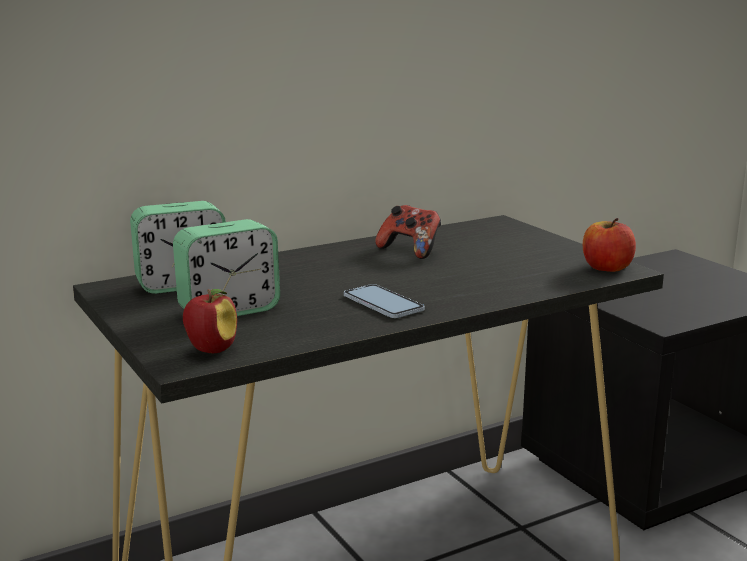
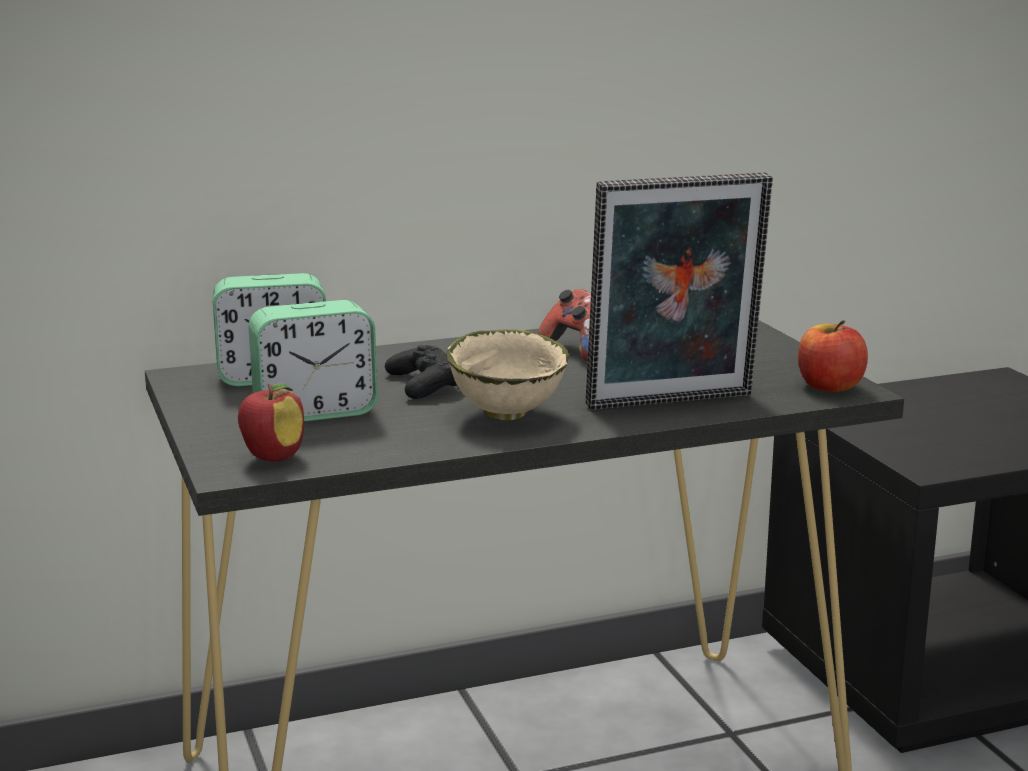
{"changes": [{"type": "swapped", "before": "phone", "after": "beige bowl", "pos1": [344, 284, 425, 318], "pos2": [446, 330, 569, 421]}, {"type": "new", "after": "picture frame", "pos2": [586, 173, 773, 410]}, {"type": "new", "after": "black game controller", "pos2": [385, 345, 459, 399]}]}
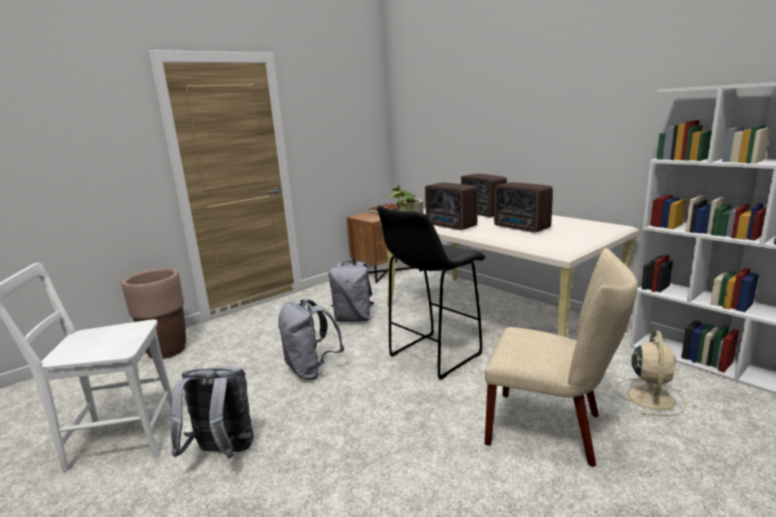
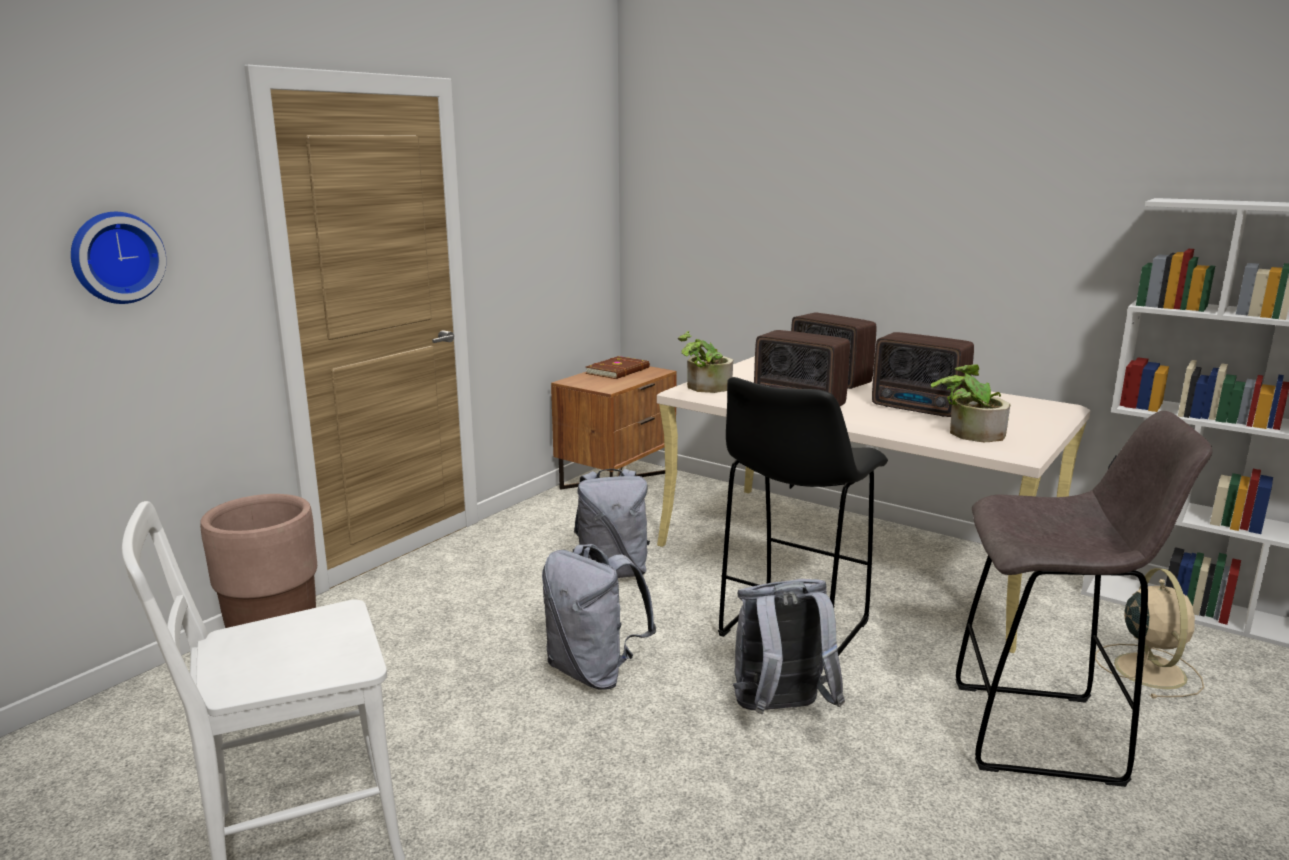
{"changes": [{"type": "swapped", "before": "beige chair", "after": "grey stool", "pos1": [485, 248, 638, 467], "pos2": [955, 411, 1213, 787]}, {"type": "shifted", "before": "grey backpack", "pos1": [171, 367, 254, 459], "pos2": [733, 579, 845, 715]}, {"type": "new", "after": "wall clock", "pos2": [71, 212, 166, 304]}, {"type": "new", "after": "potted plant", "pos2": [931, 364, 1011, 442]}]}
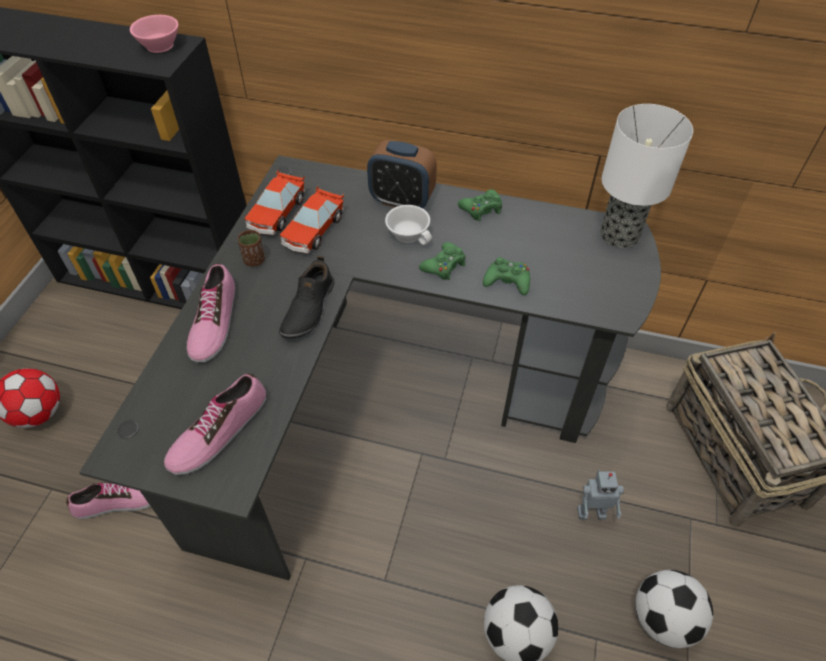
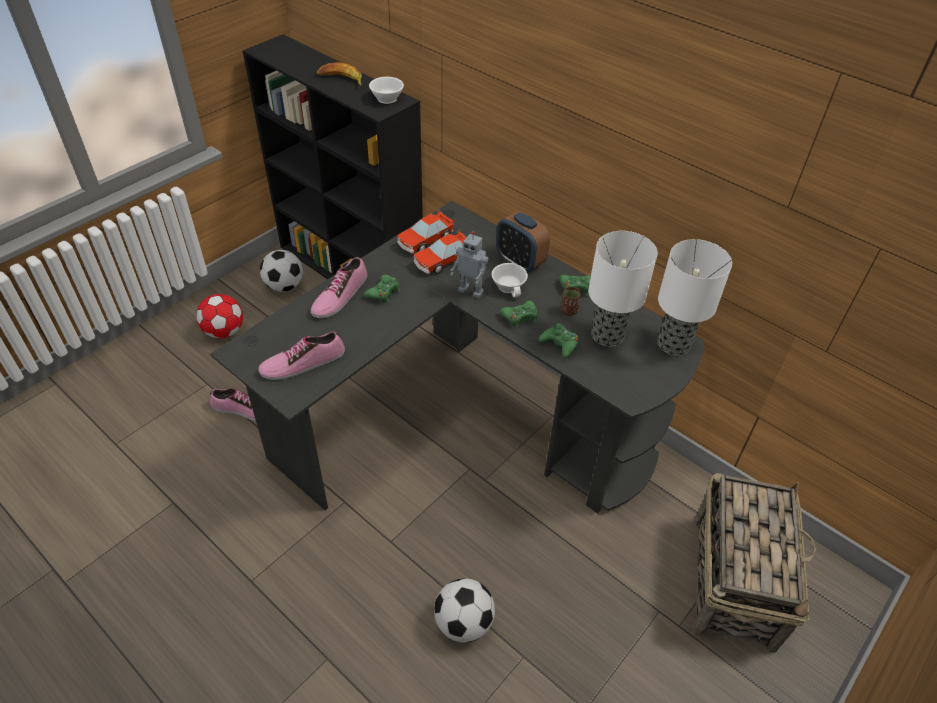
{"changes": [{"type": "repainted", "before": "pink cup", "after": "white cup", "pos1": [130, 15, 179, 53], "pos2": [369, 77, 404, 104]}, {"type": "shifted", "before": "brown cup", "pos1": [238, 230, 265, 267], "pos2": [561, 287, 581, 316]}, {"type": "gone", "before": "black shoe", "pos1": [279, 256, 334, 339]}, {"type": "shifted", "before": "toy robot", "pos1": [577, 469, 624, 520], "pos2": [450, 231, 489, 298]}, {"type": "shifted", "before": "football", "pos1": [635, 570, 713, 648], "pos2": [260, 250, 303, 292]}, {"type": "new", "after": "banana", "pos2": [317, 63, 362, 86]}, {"type": "new", "after": "table lamp", "pos2": [588, 231, 657, 347]}, {"type": "new", "after": "green game controller", "pos2": [364, 275, 400, 303]}]}
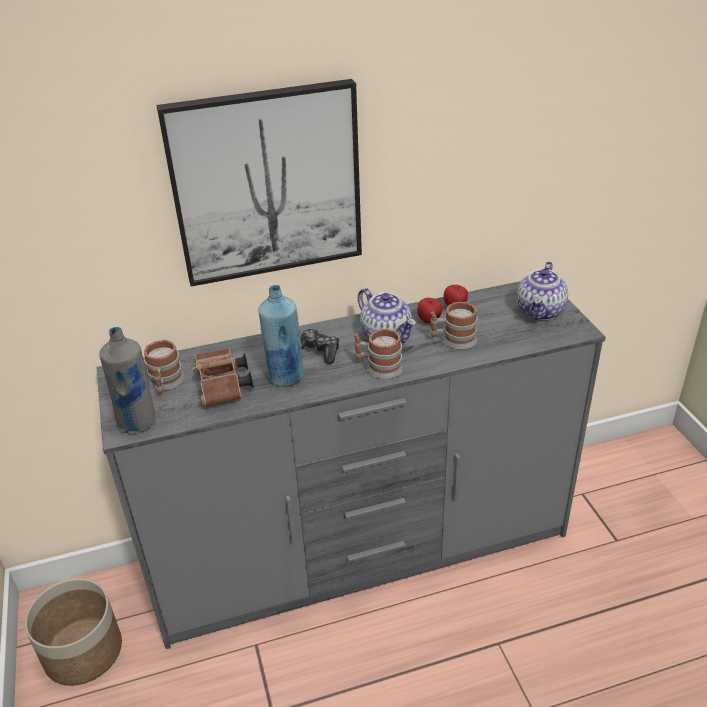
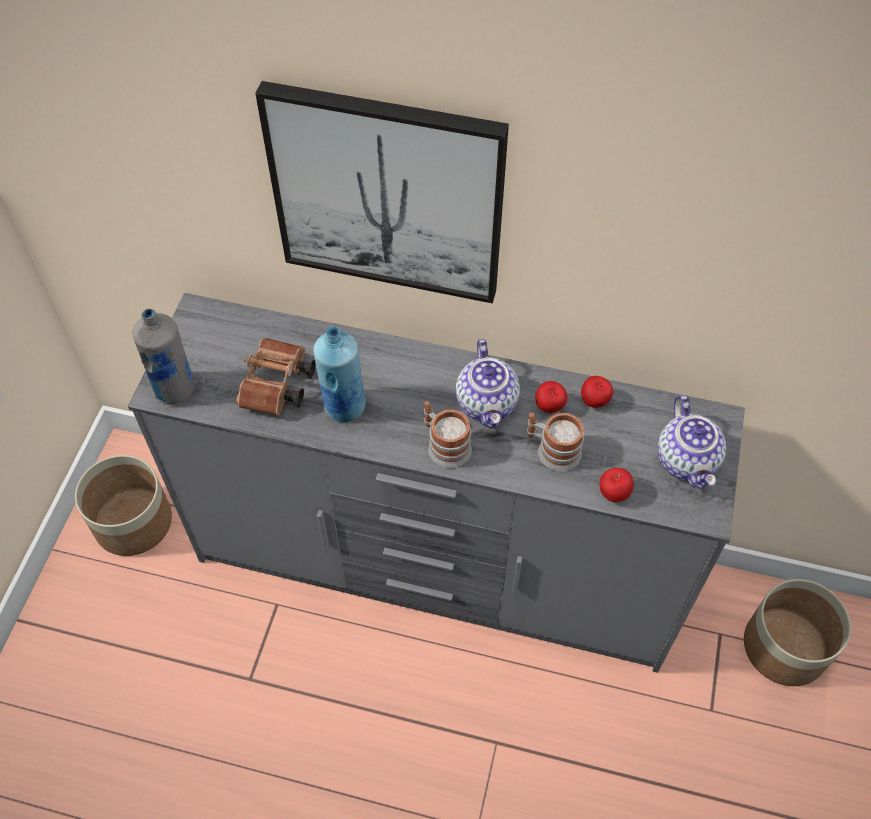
{"changes": [{"type": "rotated", "before": "teapot", "pos1": [517, 262, 568, 320], "pos2": [657, 395, 726, 489], "turn": -60}, {"type": "gone", "before": "game controller", "pos1": [300, 329, 339, 364]}, {"type": "gone", "before": "mug", "pos1": [144, 340, 185, 394]}, {"type": "new", "after": "apple", "pos2": [600, 468, 634, 502]}, {"type": "new", "after": "planter", "pos2": [744, 579, 851, 686]}]}
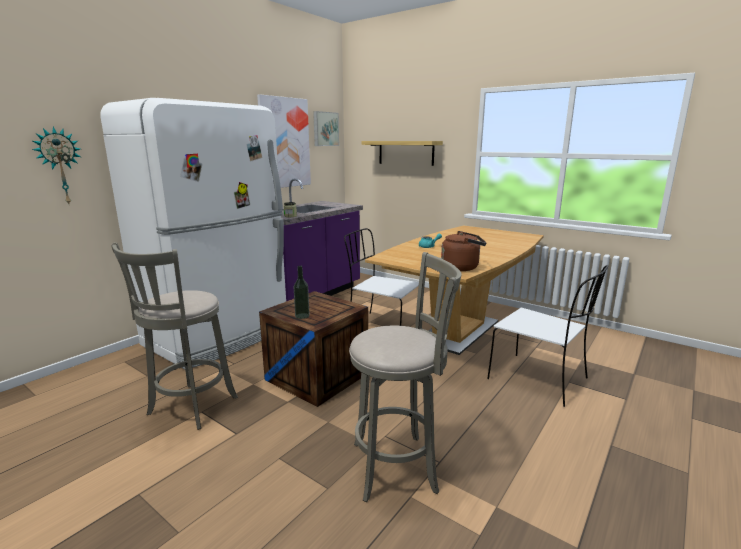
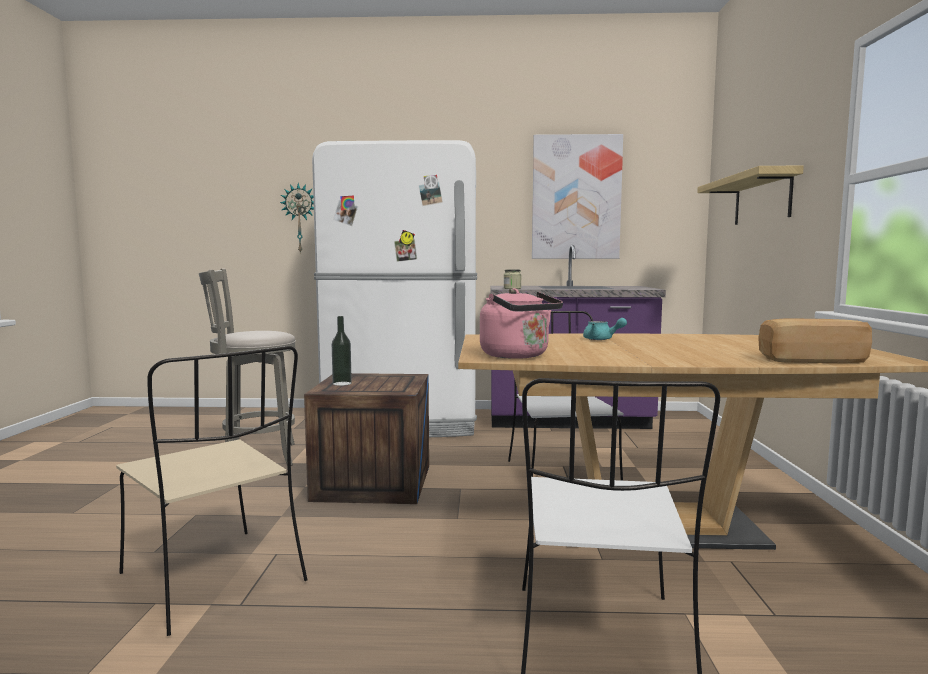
{"changes": [{"type": "gone", "before": "picture", "pos1": [313, 111, 339, 146]}, {"type": "repainted", "before": "brown kettle", "after": "pink kettle", "pos1": [441, 231, 486, 271], "pos2": [480, 288, 563, 359]}, {"type": "swapped", "before": "grey stool", "after": "beige chair", "pos1": [349, 252, 462, 502], "pos2": [116, 346, 308, 636]}, {"type": "new", "after": "bread", "pos2": [758, 319, 872, 363]}]}
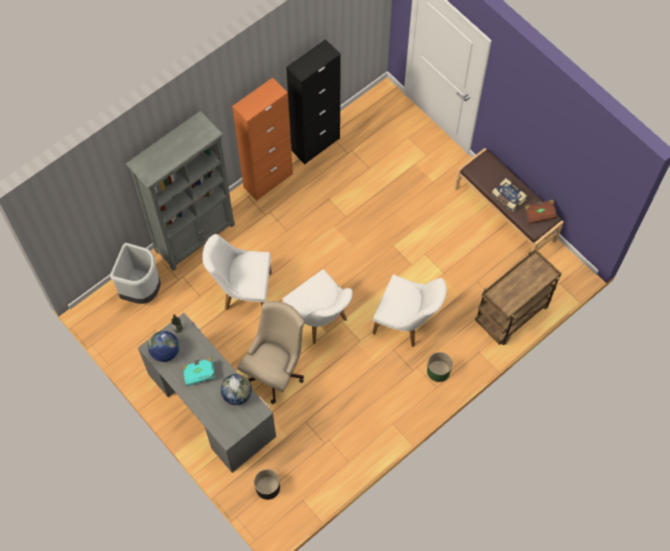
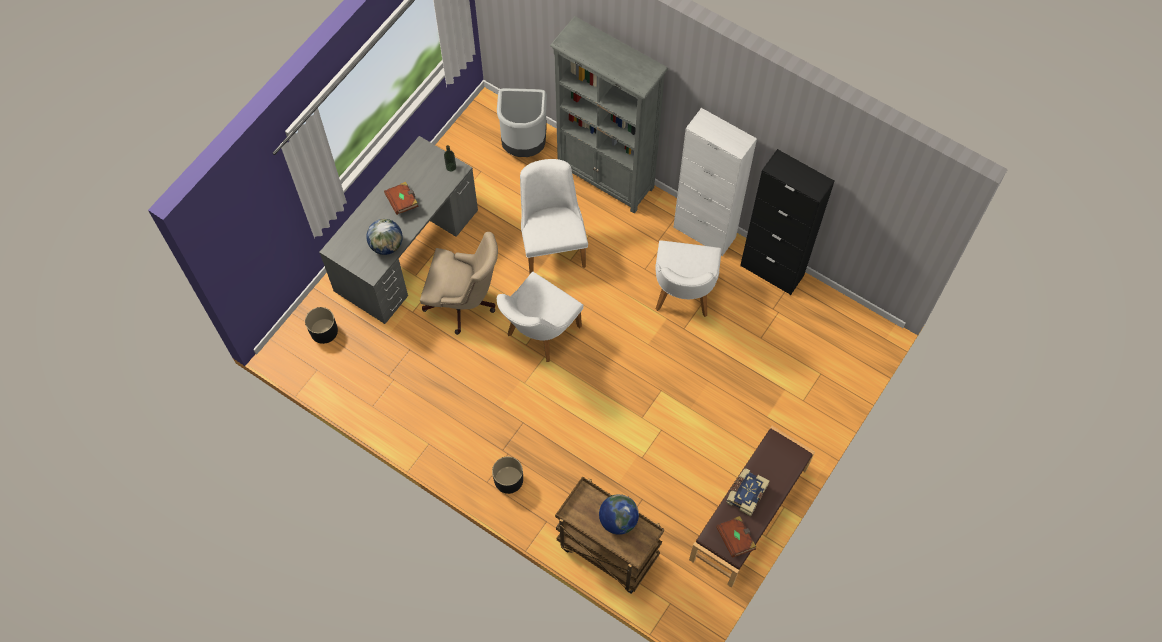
{"changes": [{"type": "repainted", "before": "orange cabinet", "after": "white cabinet", "pos1": [232, 78, 293, 201], "pos2": [673, 108, 757, 256]}, {"type": "shifted", "before": "white chair", "pos1": [373, 274, 447, 347], "pos2": [655, 240, 722, 317]}, {"type": "shifted", "before": "globe", "pos1": [148, 331, 179, 362], "pos2": [599, 494, 639, 535]}, {"type": "repainted", "before": "green planter", "after": "black planter", "pos1": [427, 352, 453, 382], "pos2": [492, 457, 523, 494]}, {"type": "repainted", "before": "turquoise book", "after": "brown book", "pos1": [182, 358, 215, 386], "pos2": [384, 182, 419, 215]}]}
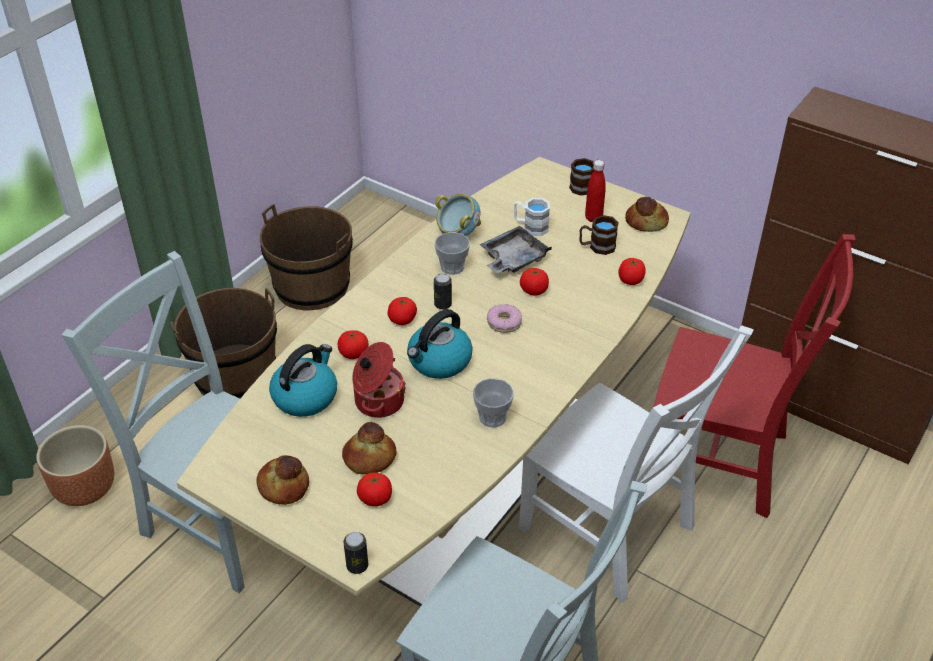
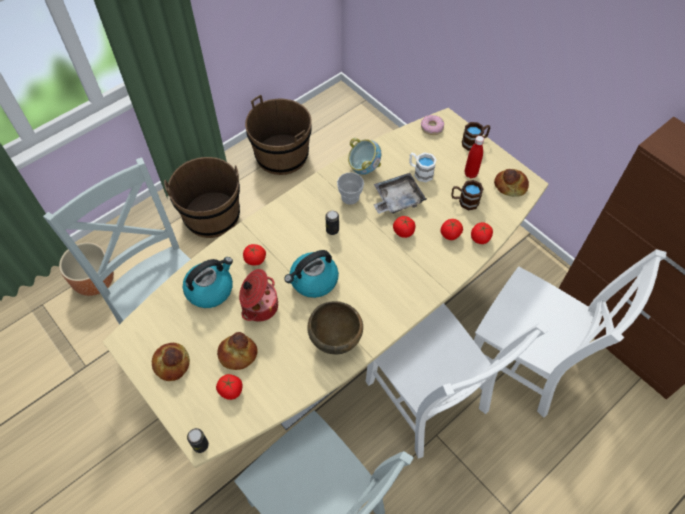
{"changes": [{"type": "repainted", "before": "red chair", "after": "white chair", "pos1": [654, 234, 856, 518], "pos2": [474, 249, 666, 418]}, {"type": "shifted", "before": "tomato", "pos1": [388, 297, 417, 325], "pos2": [440, 219, 463, 240]}, {"type": "shifted", "before": "donut", "pos1": [487, 304, 522, 333], "pos2": [421, 115, 444, 135]}, {"type": "swapped", "before": "cup", "after": "brown bowl", "pos1": [473, 378, 514, 427], "pos2": [308, 301, 363, 354]}]}
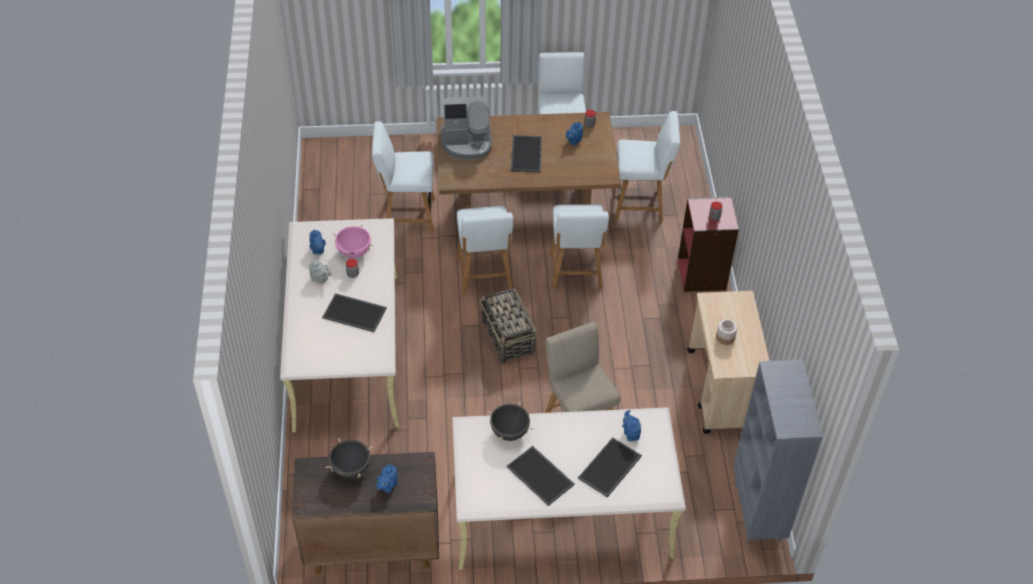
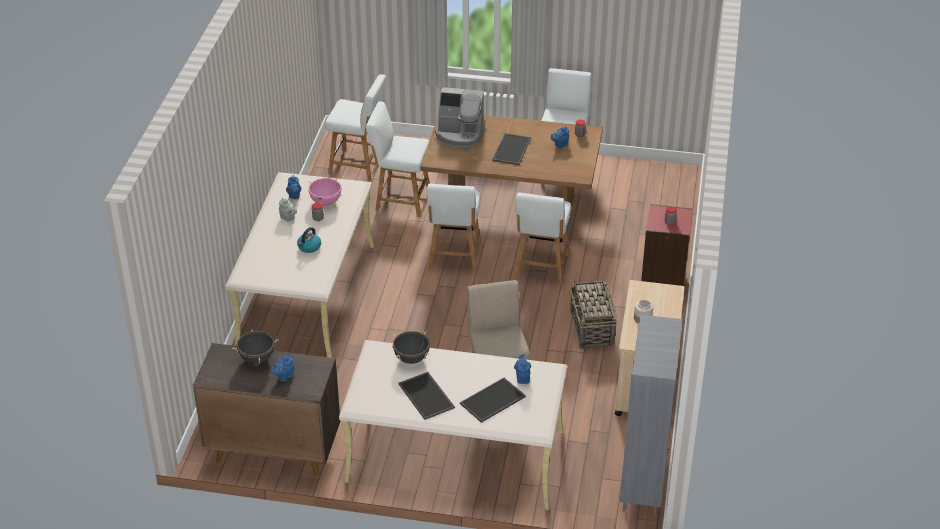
{"changes": [{"type": "shifted", "before": "white chair", "pos1": [615, 111, 680, 222], "pos2": [325, 74, 386, 181]}, {"type": "shifted", "before": "basket", "pos1": [480, 289, 537, 364], "pos2": [569, 280, 617, 349]}, {"type": "swapped", "before": "tray", "after": "kettle", "pos1": [322, 293, 386, 332], "pos2": [297, 227, 321, 253]}]}
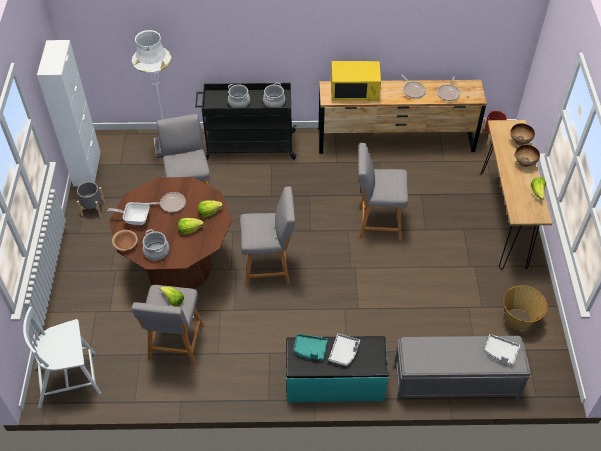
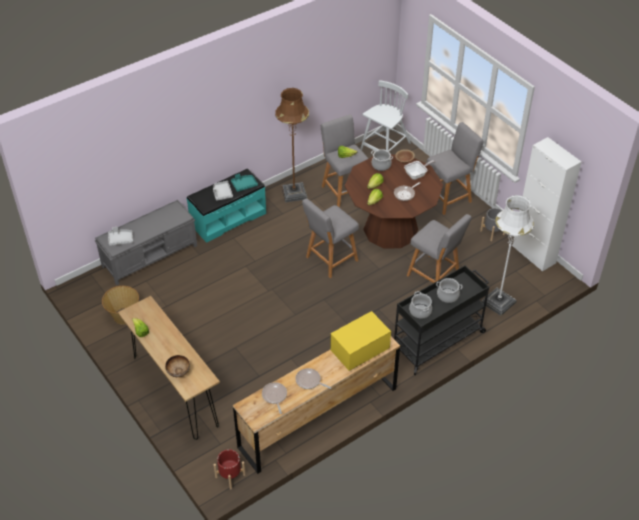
{"changes": [{"type": "shifted", "before": "grey stool", "pos1": [358, 143, 408, 240], "pos2": [427, 122, 484, 215]}, {"type": "gone", "before": "bowl", "pos1": [515, 145, 540, 167]}, {"type": "new", "after": "brown floor lamp", "pos2": [275, 88, 309, 202]}]}
